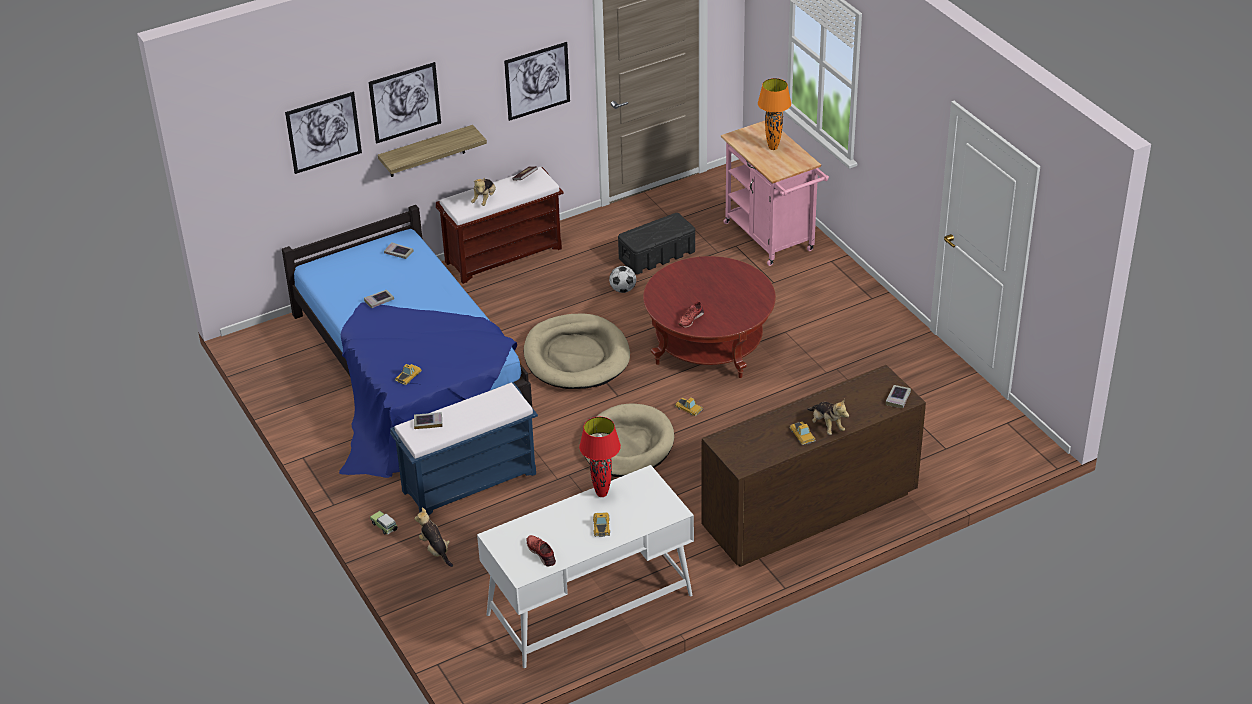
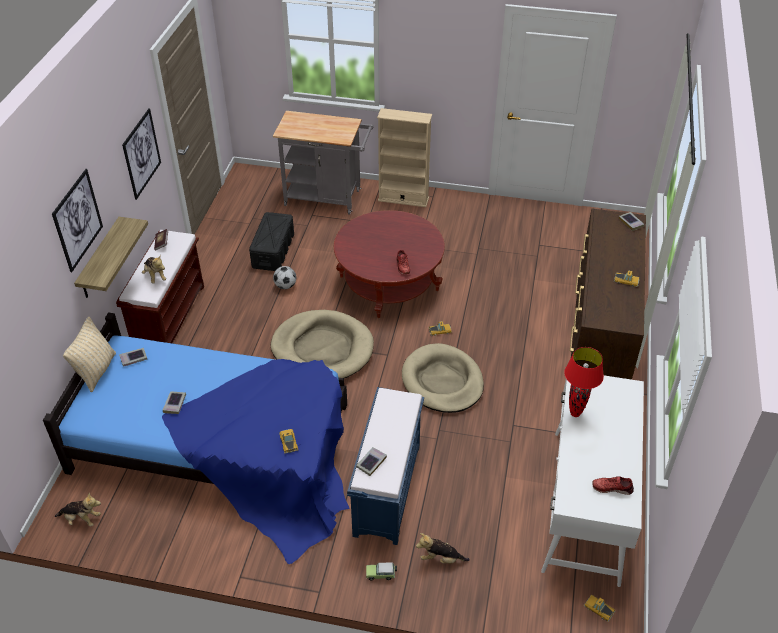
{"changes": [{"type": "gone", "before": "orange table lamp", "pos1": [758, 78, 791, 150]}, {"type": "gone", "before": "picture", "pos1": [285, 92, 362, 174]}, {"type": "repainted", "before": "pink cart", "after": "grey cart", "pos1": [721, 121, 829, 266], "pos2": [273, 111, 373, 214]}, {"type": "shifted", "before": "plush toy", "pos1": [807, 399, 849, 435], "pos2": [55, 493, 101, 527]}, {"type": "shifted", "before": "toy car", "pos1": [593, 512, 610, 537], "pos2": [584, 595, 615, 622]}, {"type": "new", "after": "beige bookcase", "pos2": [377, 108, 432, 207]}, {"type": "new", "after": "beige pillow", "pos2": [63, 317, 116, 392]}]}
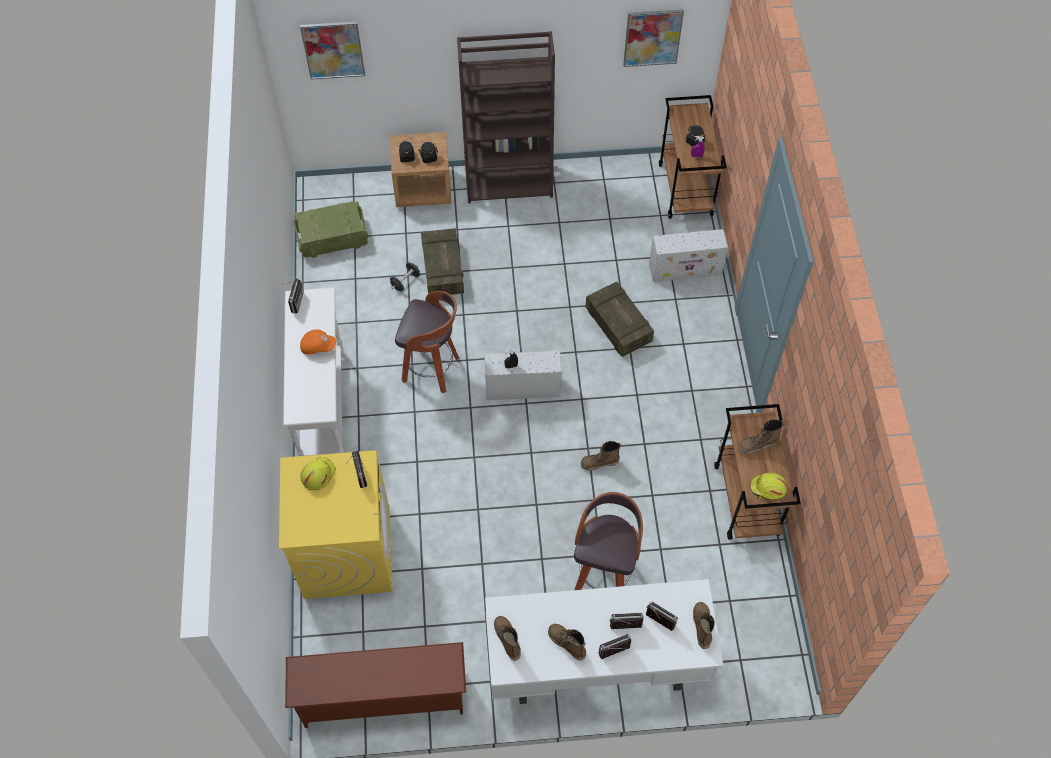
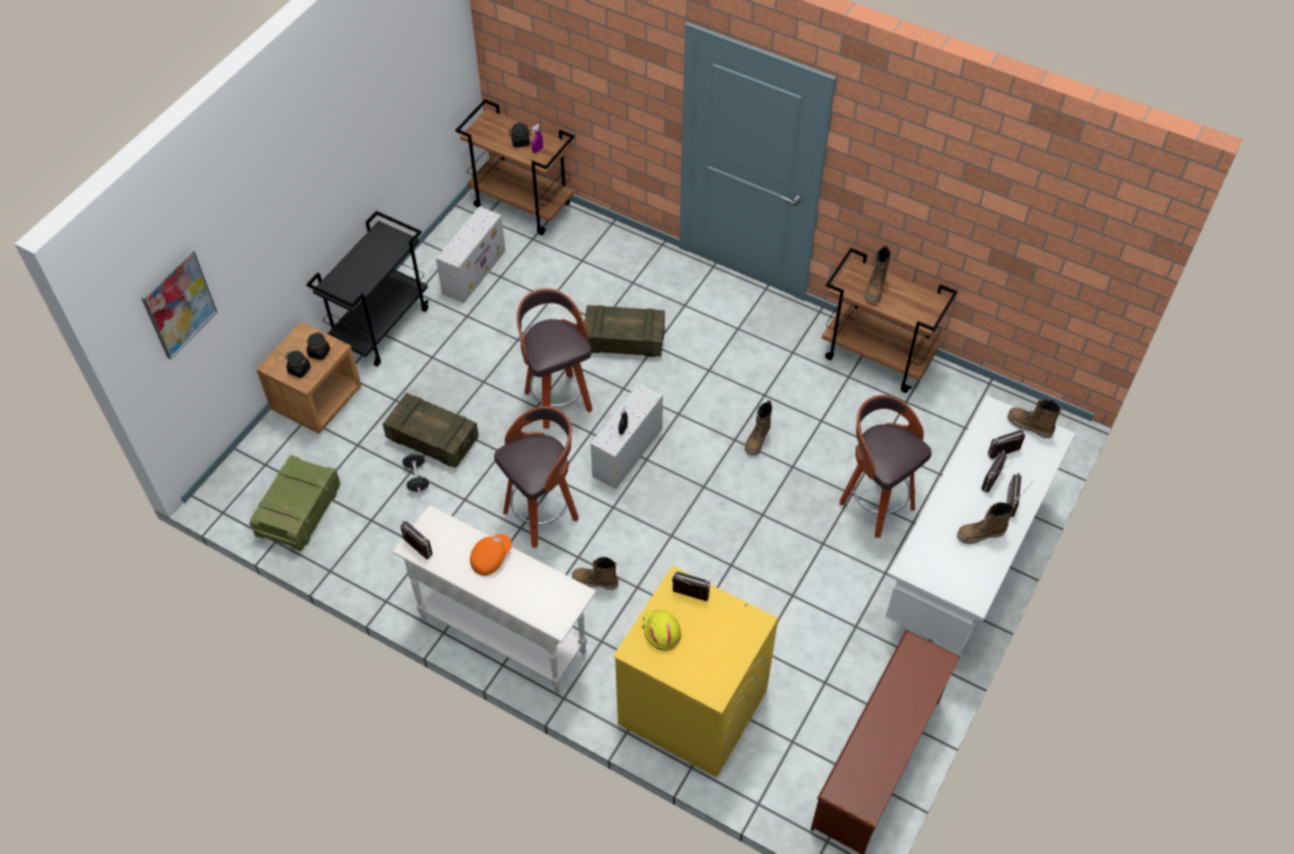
{"changes": [{"type": "gone", "before": "picture", "pos1": [623, 9, 684, 67]}, {"type": "swapped", "before": "brown bookcase", "after": "black cart", "pos1": [457, 31, 555, 203], "pos2": [306, 211, 429, 367]}, {"type": "shifted", "before": "white storage box", "pos1": [649, 229, 728, 282], "pos2": [436, 206, 506, 303]}, {"type": "gone", "before": "yellow hard hat", "pos1": [750, 473, 787, 500]}, {"type": "shifted", "before": "boot", "pos1": [494, 616, 521, 661], "pos2": [572, 557, 619, 590]}, {"type": "new", "after": "stool", "pos2": [517, 288, 593, 429]}]}
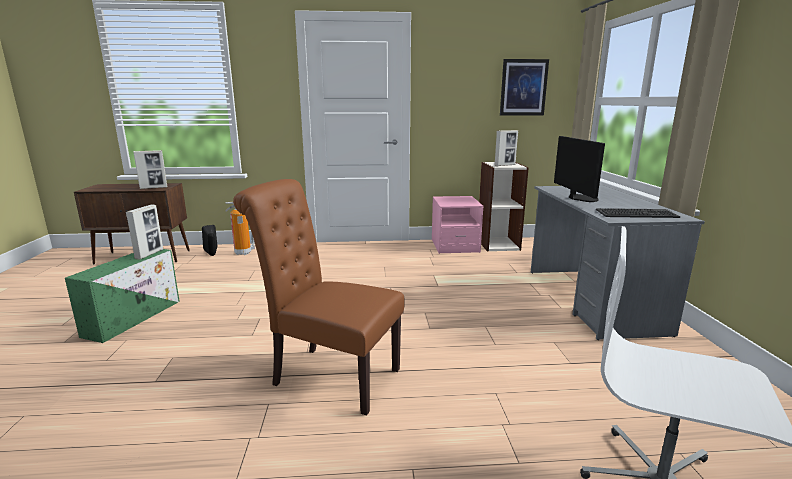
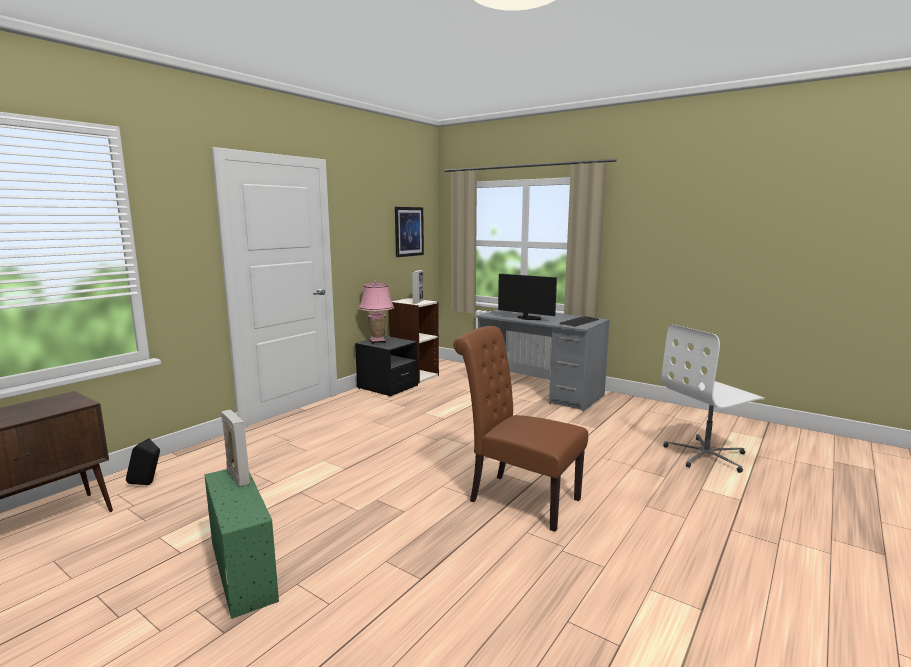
{"changes": [{"type": "gone", "before": "picture frame", "pos1": [133, 150, 167, 189]}, {"type": "rotated", "before": "brown chair", "pos1": [233, 179, 405, 416], "pos2": [453, 326, 588, 532], "turn": 60}, {"type": "repainted", "before": "pink nightstand", "after": "black nightstand", "pos1": [432, 196, 484, 254], "pos2": [355, 336, 418, 397]}, {"type": "gone", "before": "fire extinguisher", "pos1": [225, 202, 255, 255]}, {"type": "new", "after": "pink table lamp", "pos2": [359, 280, 394, 344]}]}
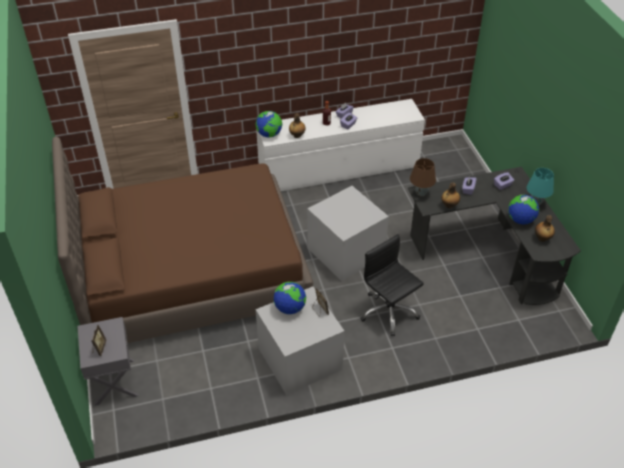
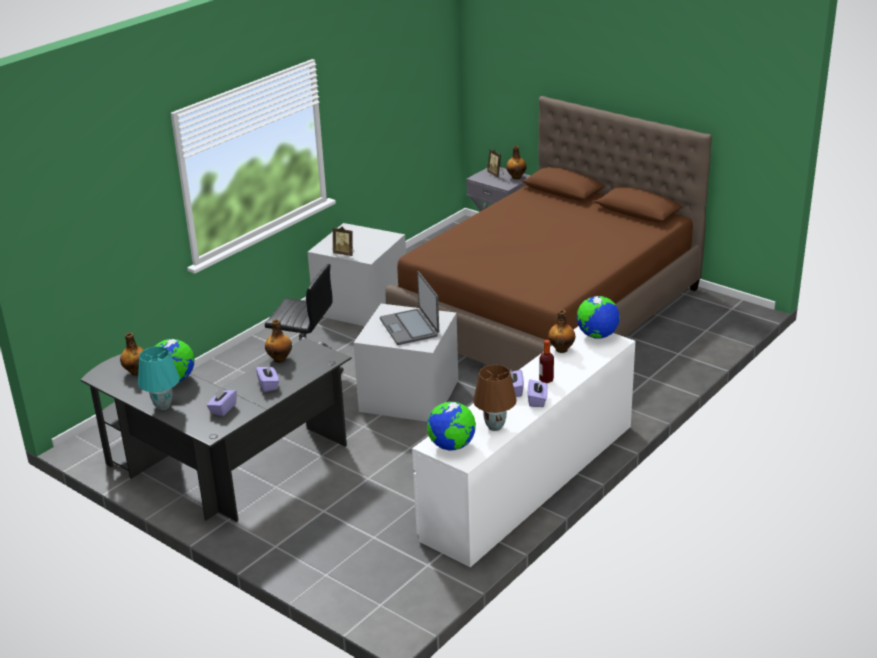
{"changes": [{"type": "shifted", "before": "brown table lamp", "pos1": [410, 158, 436, 197], "pos2": [473, 365, 517, 431]}, {"type": "shifted", "before": "globe", "pos1": [274, 282, 306, 314], "pos2": [427, 402, 476, 451]}, {"type": "new", "after": "bottle", "pos2": [506, 146, 527, 179]}, {"type": "new", "after": "laptop", "pos2": [380, 271, 439, 345]}]}
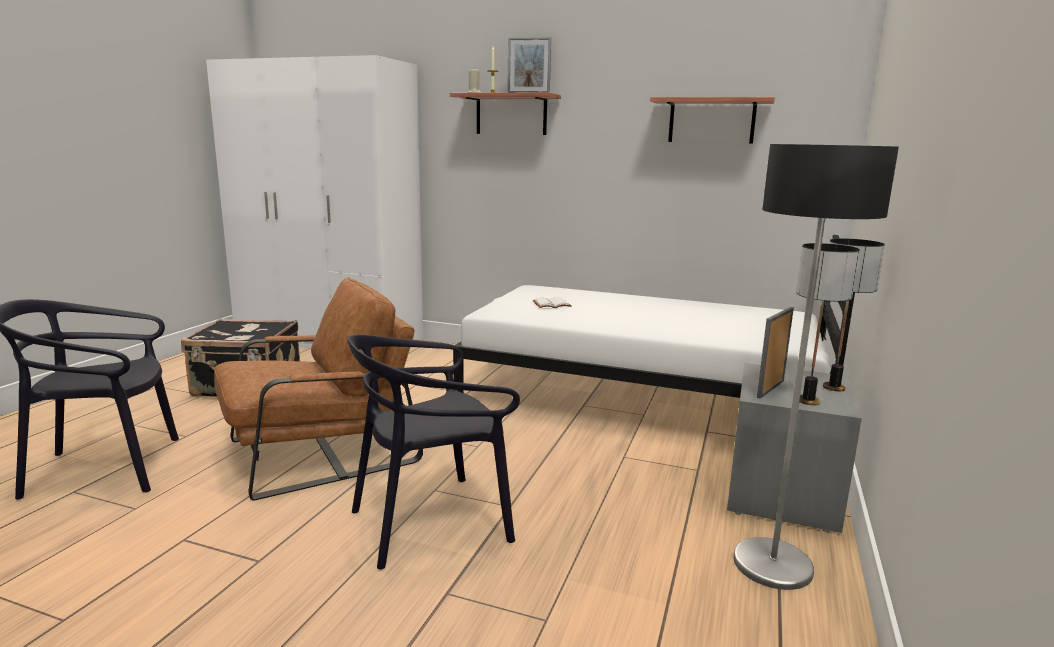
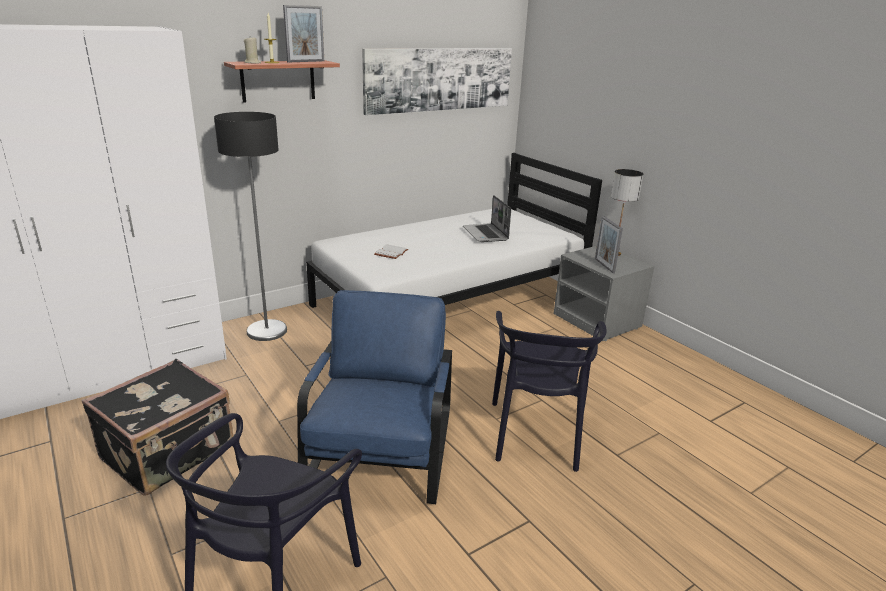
{"changes": [{"type": "swapped", "before": "shelf", "after": "picture", "pos1": [650, 97, 775, 144], "pos2": [362, 48, 512, 115]}, {"type": "shifted", "before": "floor lamp", "pos1": [733, 144, 899, 590], "pos2": [214, 112, 287, 341]}, {"type": "gone", "before": "table lamp", "pos1": [796, 243, 860, 405]}, {"type": "repainted", "before": "brown armchair", "after": "blue armchair", "pos1": [214, 277, 423, 500], "pos2": [297, 290, 452, 504]}, {"type": "new", "after": "laptop", "pos2": [463, 195, 511, 242]}]}
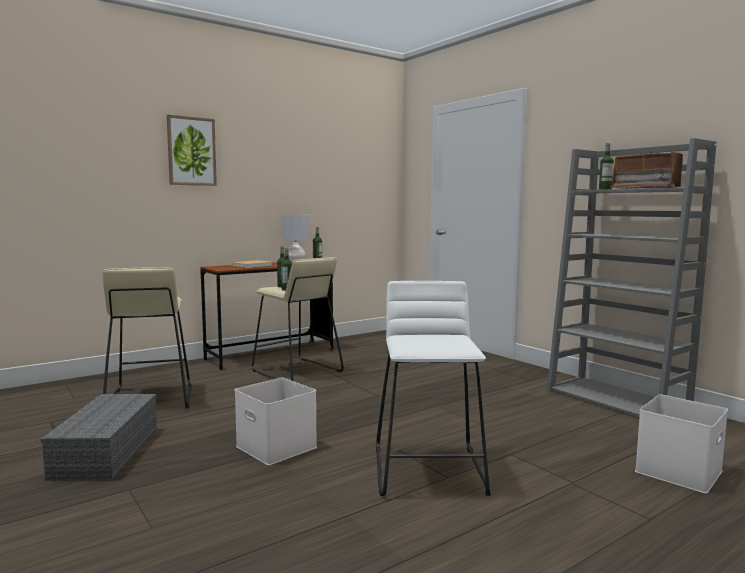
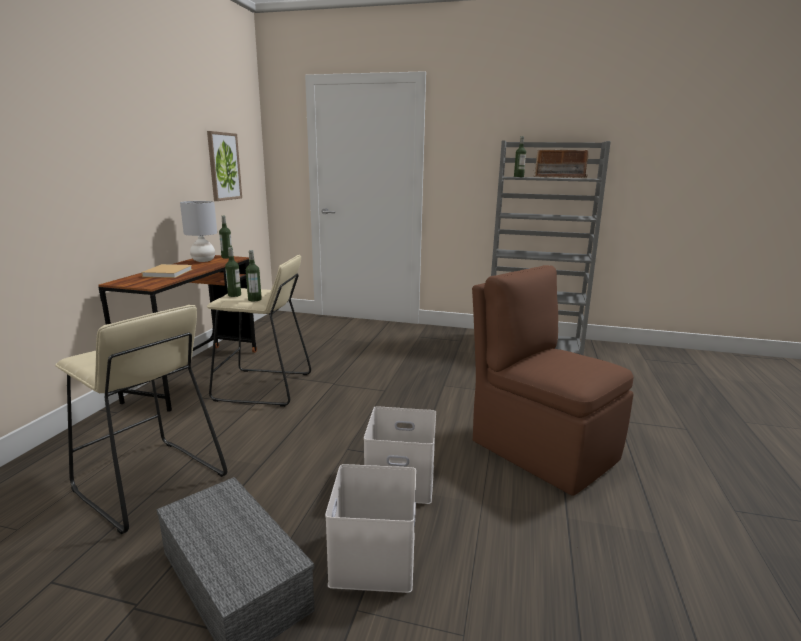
{"changes": [{"type": "shifted", "before": "picture", "pos1": [167, 115, 217, 186], "pos2": [207, 131, 242, 201]}, {"type": "swapped", "before": "white stool", "after": "brown chair", "pos1": [376, 281, 490, 496], "pos2": [472, 265, 634, 496]}, {"type": "shifted", "before": "white storage box", "pos1": [635, 394, 728, 494], "pos2": [325, 464, 416, 593]}]}
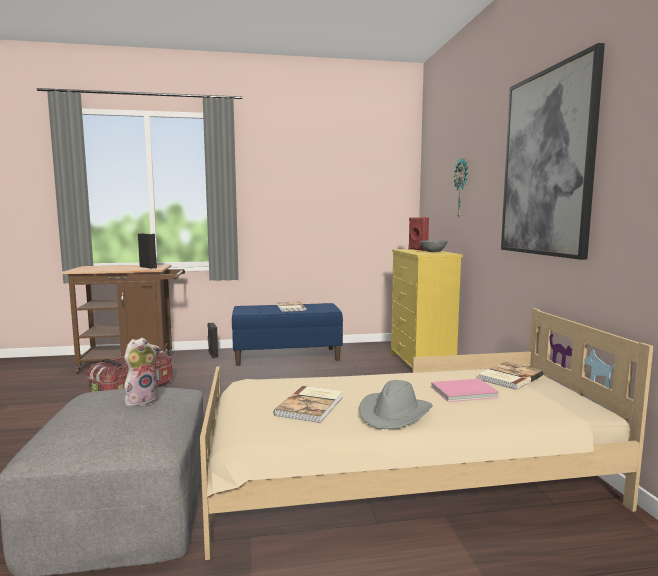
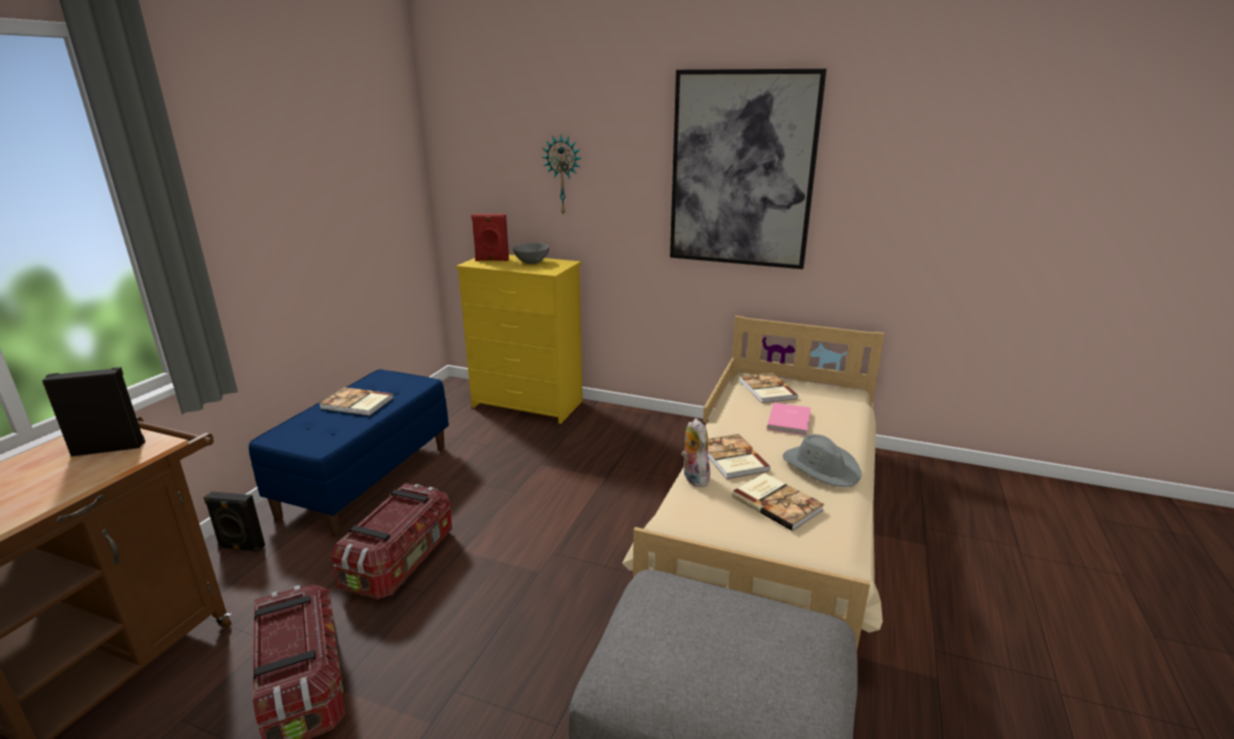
{"changes": [{"type": "shifted", "before": "plush toy", "pos1": [124, 338, 160, 407], "pos2": [681, 418, 711, 487]}, {"type": "new", "after": "book", "pos2": [708, 434, 771, 479]}, {"type": "new", "after": "storage box", "pos2": [331, 483, 452, 599]}]}
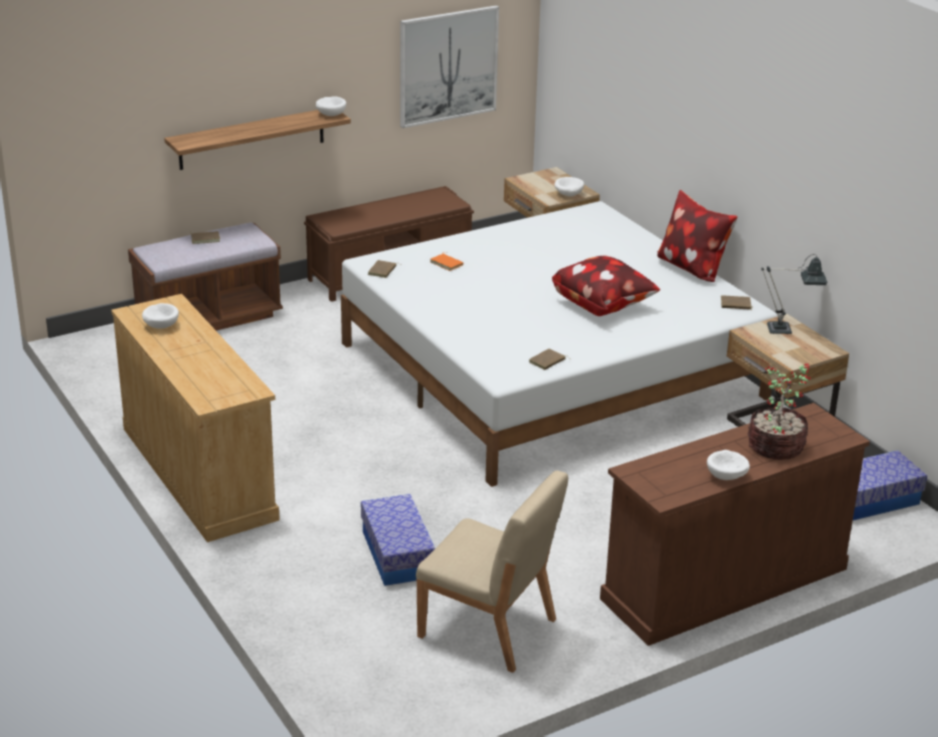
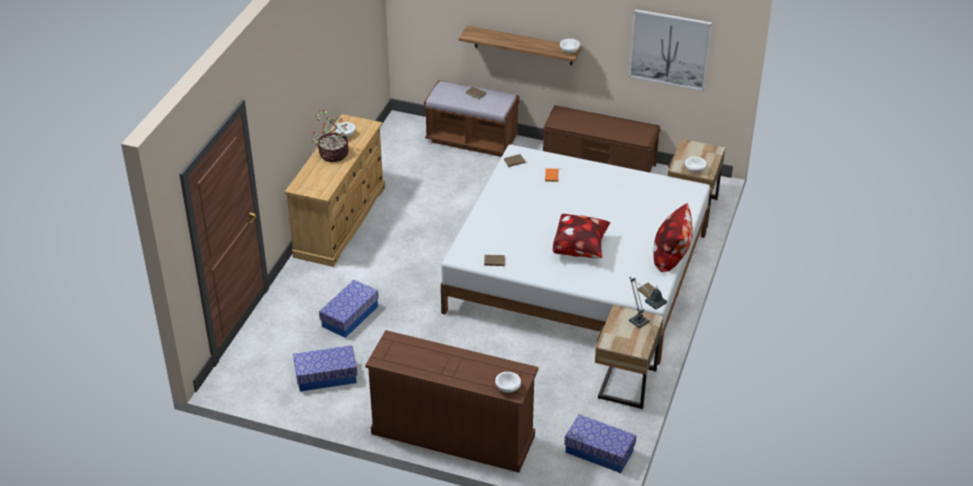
{"changes": [{"type": "shifted", "before": "potted plant", "pos1": [747, 364, 811, 460], "pos2": [312, 110, 349, 162]}, {"type": "shifted", "before": "white bowl", "pos1": [707, 450, 750, 480], "pos2": [495, 372, 521, 393]}, {"type": "swapped", "before": "beige chair", "after": "storage box", "pos1": [416, 471, 568, 673], "pos2": [293, 345, 357, 392]}]}
